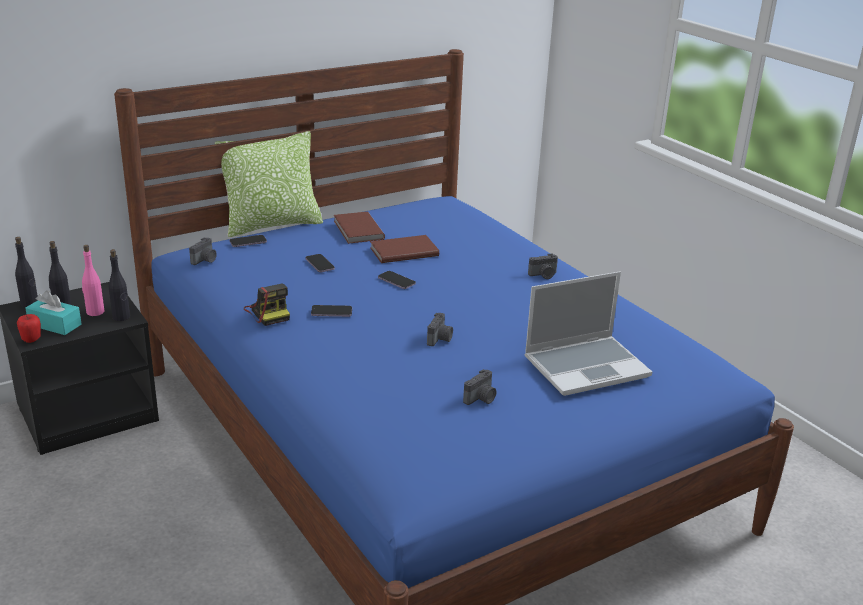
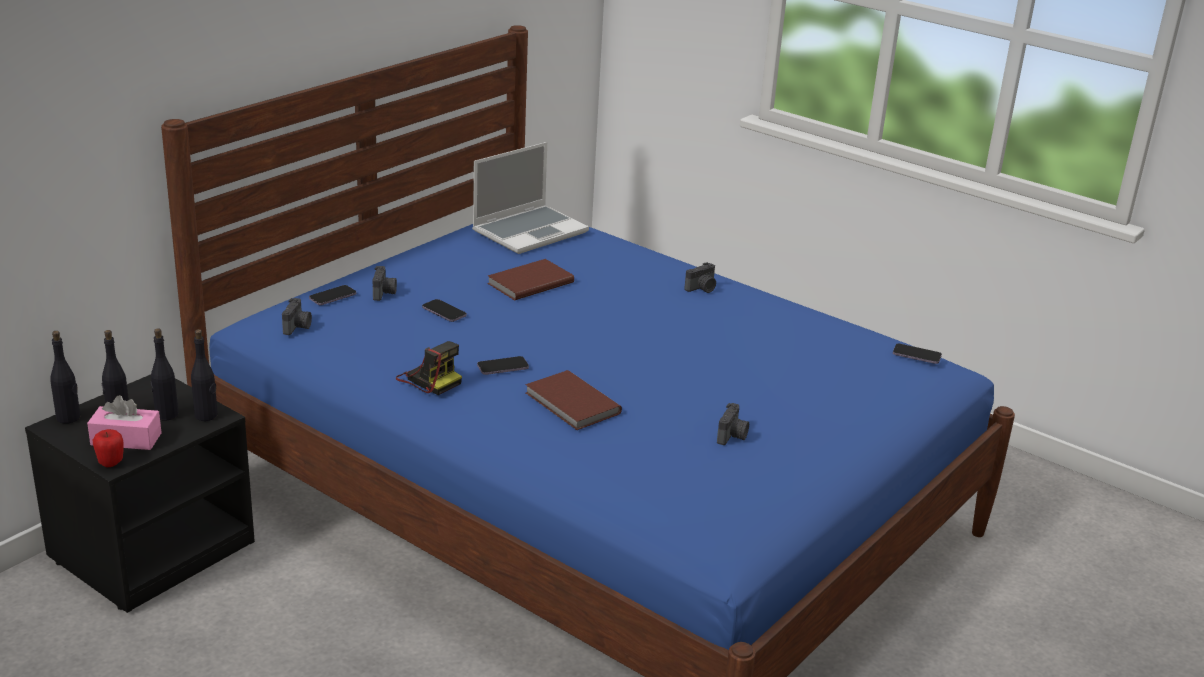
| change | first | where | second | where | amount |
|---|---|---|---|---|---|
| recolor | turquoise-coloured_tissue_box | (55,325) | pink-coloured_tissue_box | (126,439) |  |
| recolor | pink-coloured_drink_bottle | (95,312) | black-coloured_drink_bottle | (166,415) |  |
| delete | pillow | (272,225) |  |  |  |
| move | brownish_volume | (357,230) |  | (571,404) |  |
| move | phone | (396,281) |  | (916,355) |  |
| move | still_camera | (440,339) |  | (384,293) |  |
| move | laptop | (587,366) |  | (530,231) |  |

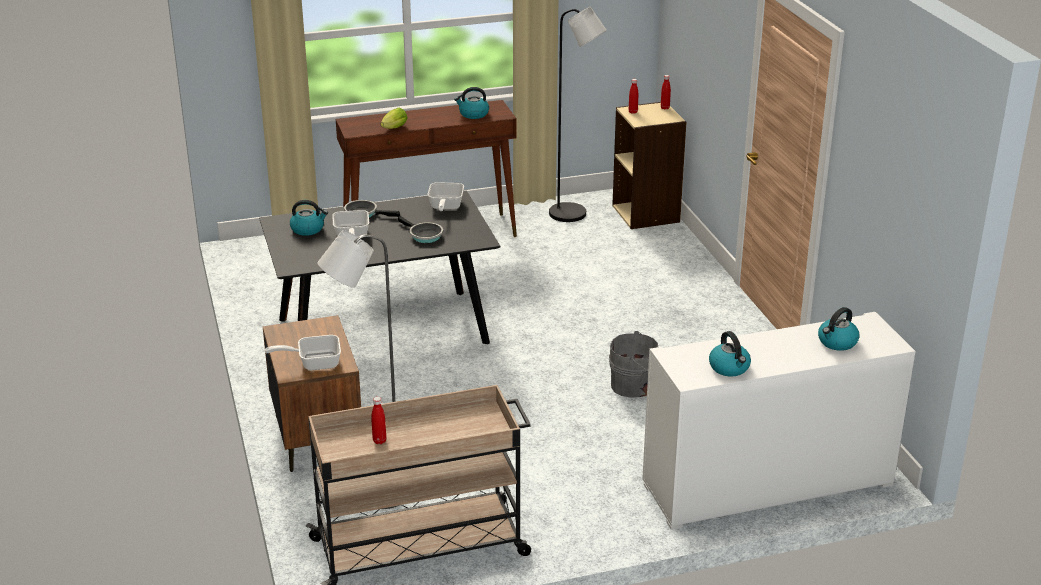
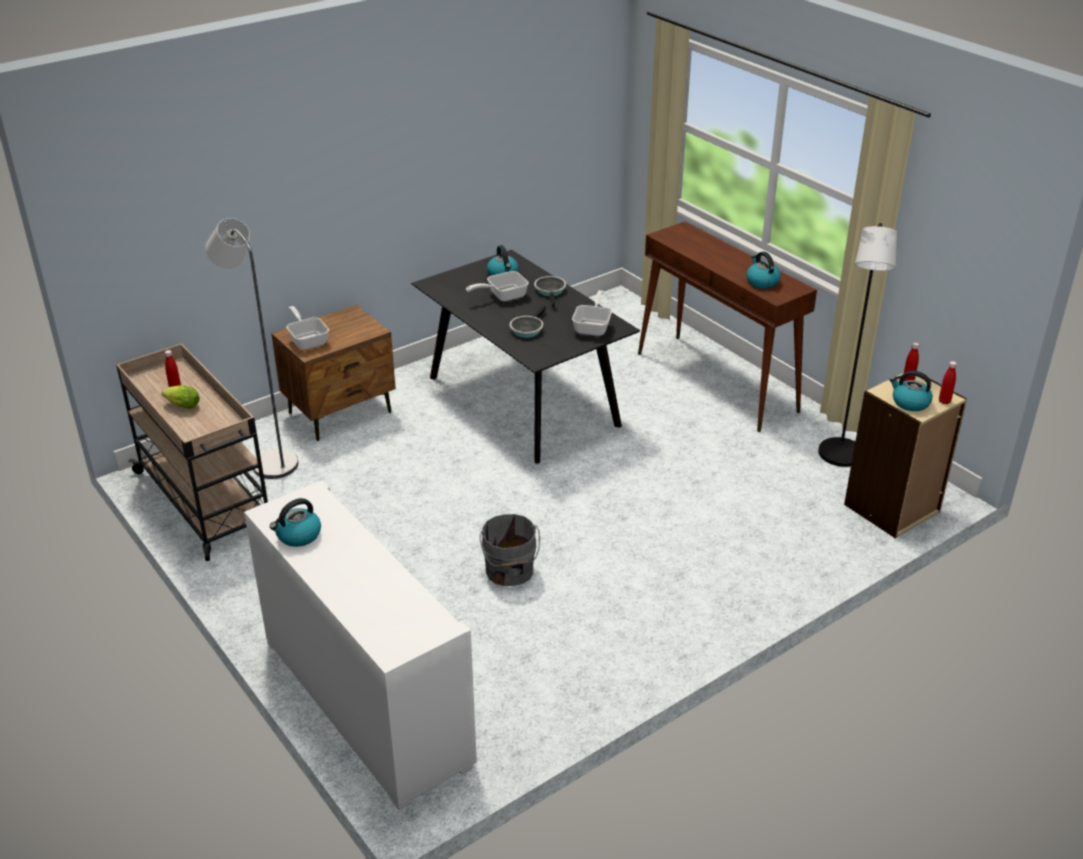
| change | first | where | second | where | amount |
|---|---|---|---|---|---|
| move | head_of_lettuce | (393,129) |  | (181,406) |  |
| rotate | skillet | (445,207) |  | (593,326) | 120 degrees clockwise |
| move | water_kettle | (837,342) |  | (909,403) |  |

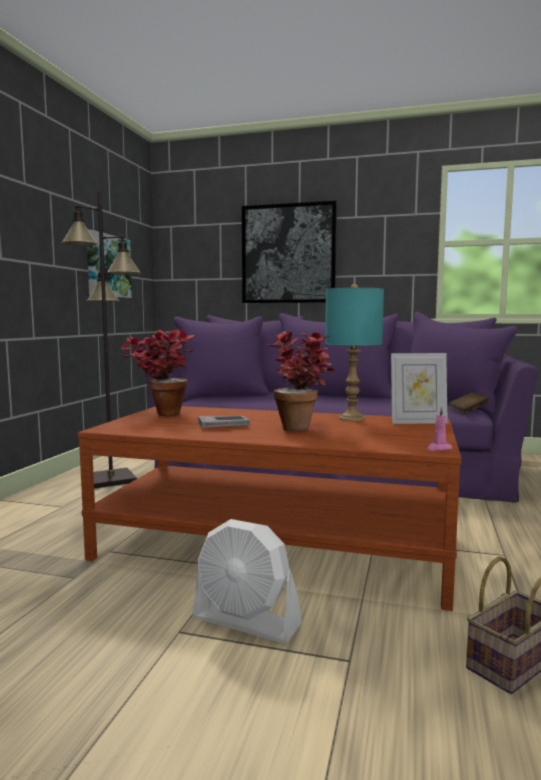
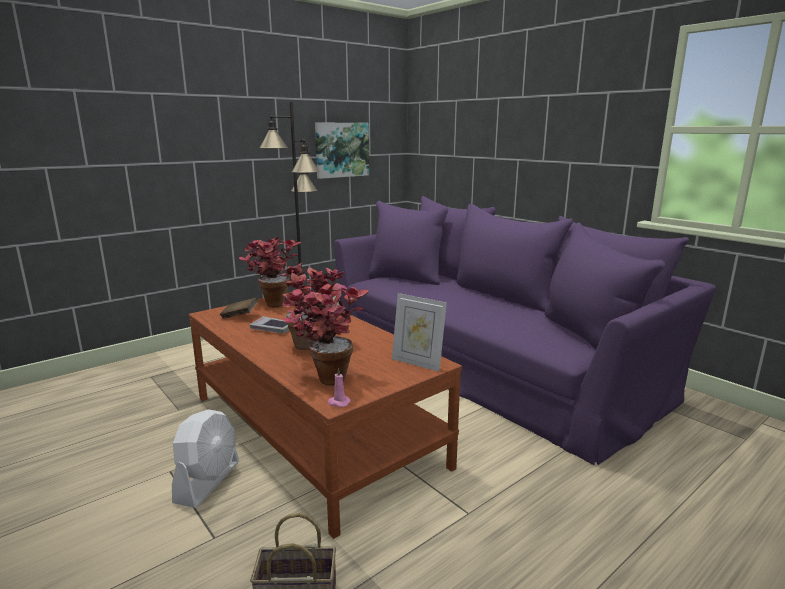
| change | first | where | second | where | amount |
|---|---|---|---|---|---|
| rotate | white_cooling_fan | (246,621) |  | (208,481) | 135 degrees counterclockwise |
| delete | wall_art | (288,254) |  |  |  |
| delete | turquoise-coloured_table_lamp | (352,419) |  |  |  |
| move | brownish_volume | (468,411) |  | (240,316) |  |
| insert |  |  | houseplant | (325,377) |  |

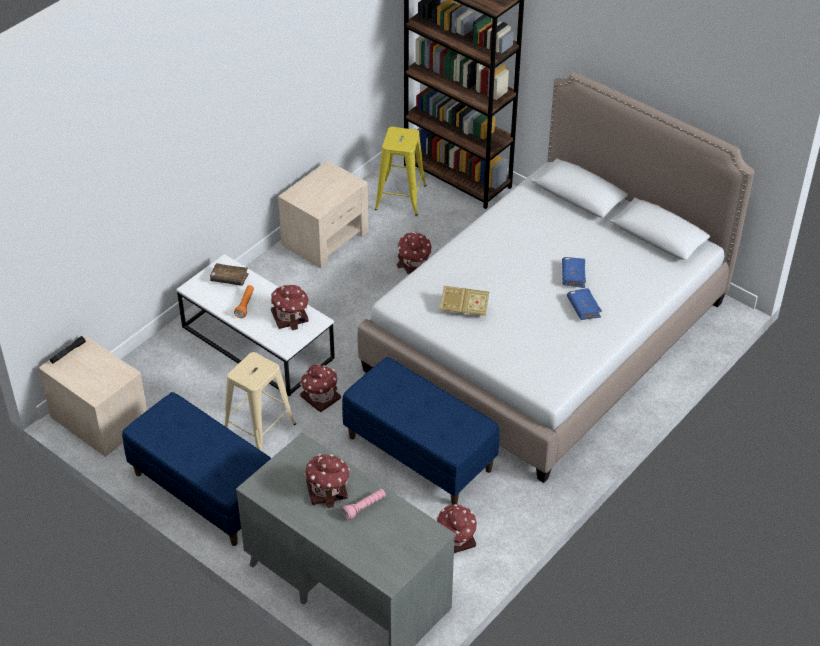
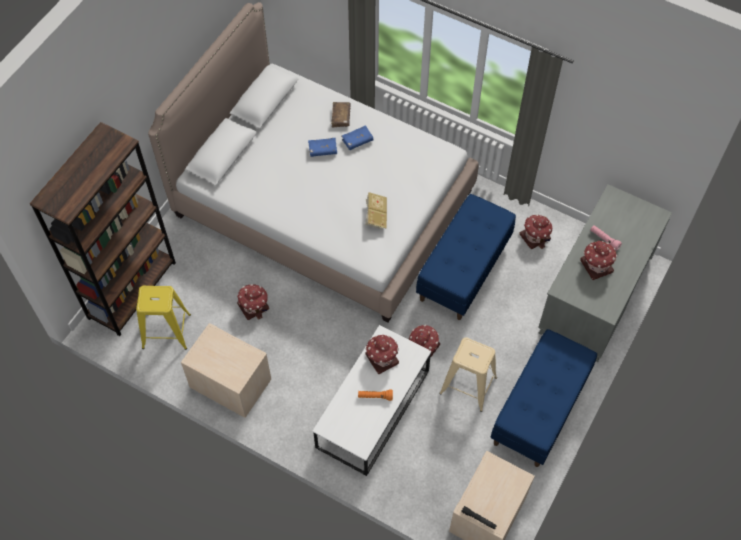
| change | first | where | second | where | amount |
|---|---|---|---|---|---|
| move | brownish_volume | (229,278) |  | (341,117) |  |

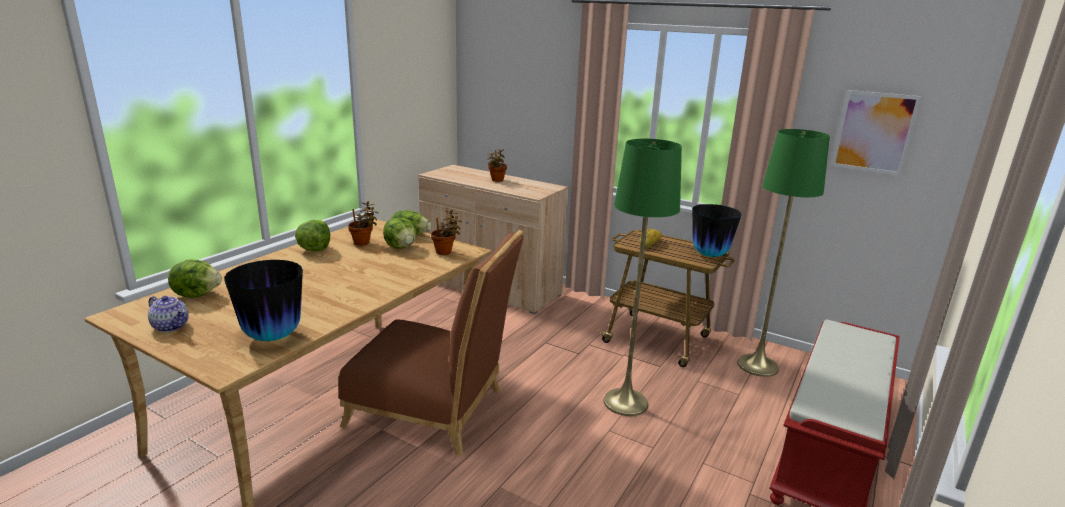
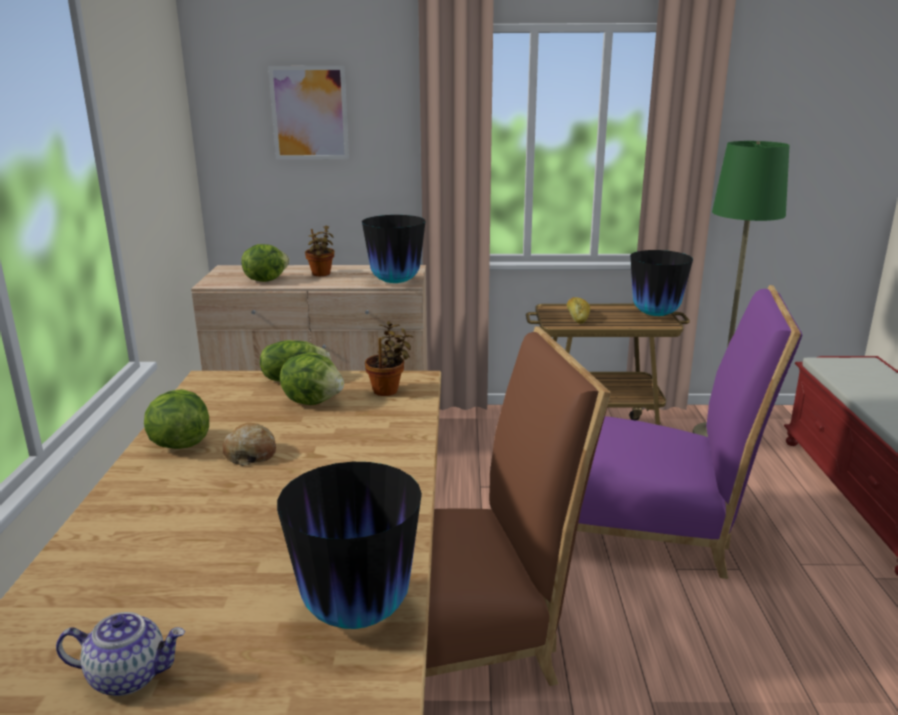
| change | first | where | second | where | amount |
|---|---|---|---|---|---|
| move | head_of_lettuce | (197,294) |  | (265,280) |  |
| delete | houseplant | (363,243) |  |  |  |
| replace | green-coloured_standard_lamp | (625,402) | purple-coloured_upright_chair | (651,527) |  |
| move | wall_art | (874,132) |  | (309,113) |  |
| insert |  |  | baked_bread | (250,453) |  |
| insert |  |  | flower_vase | (395,282) |  |

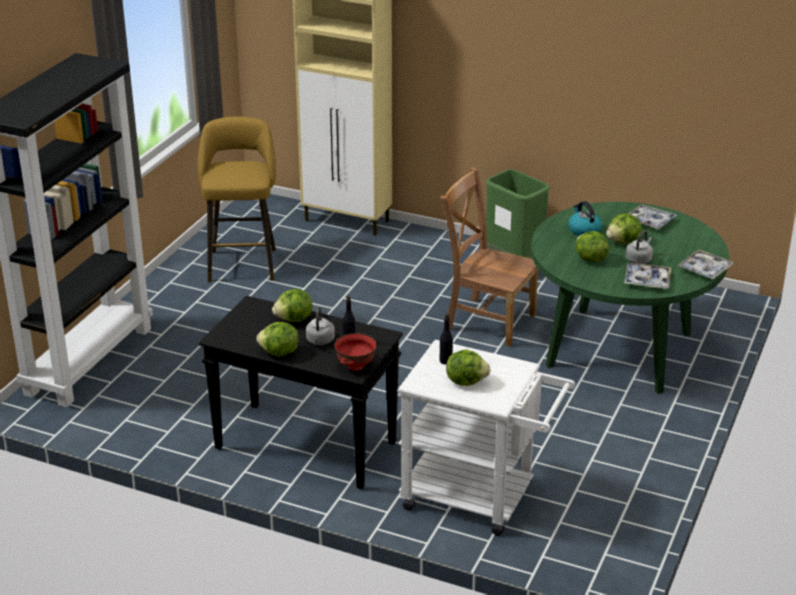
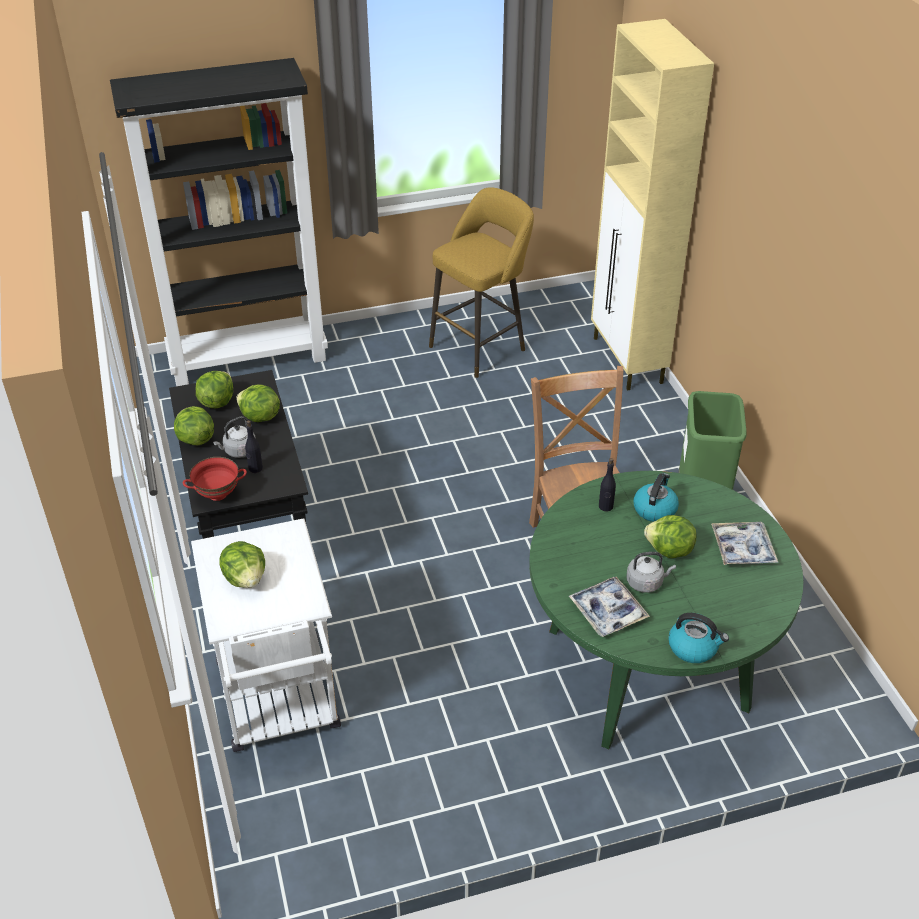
| change | first | where | second | where | amount |
|---|---|---|---|---|---|
| move | black-coloured_drink_bottle | (446,361) |  | (605,506) |  |
| move | head_of_lettuce | (590,259) |  | (216,402) |  |
| replace | tray | (705,269) | water_kettle | (693,647) |  |

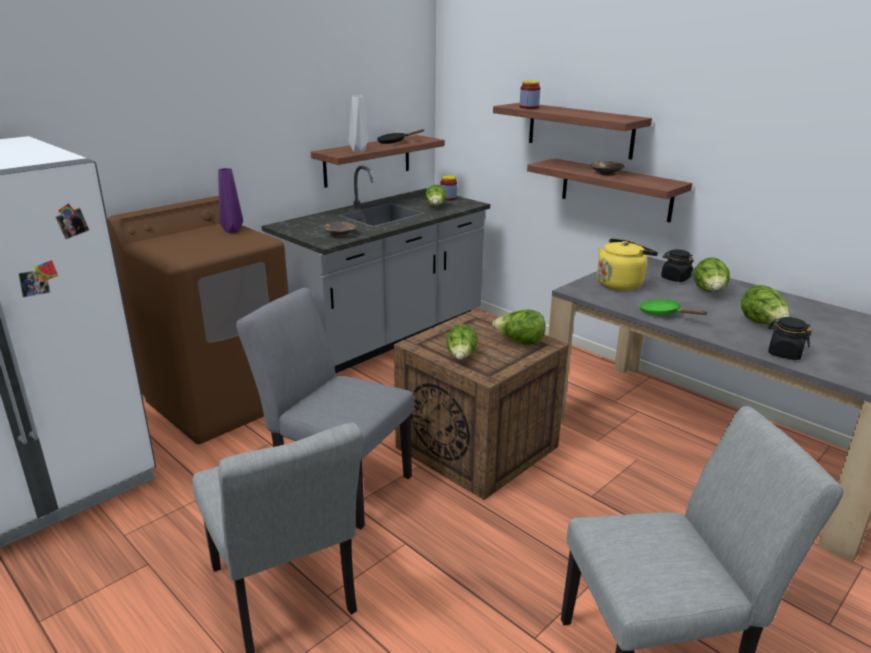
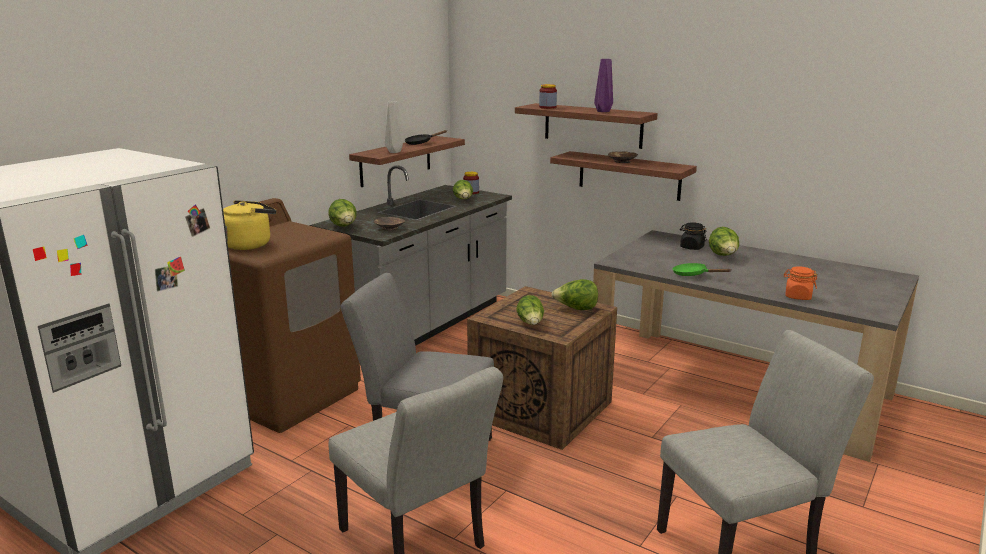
| change | first | where | second | where | amount |
|---|---|---|---|---|---|
| move | purple-coloured_flower_vase | (233,230) |  | (603,111) |  |
| move | yellow-coloured_water_kettle | (621,284) |  | (250,244) |  |
| move | head_of_lettuce | (762,324) |  | (344,227) |  |
| recolor | black-coloured_storage_jar | (784,353) | orange-coloured_storage_jar | (797,296) |  |

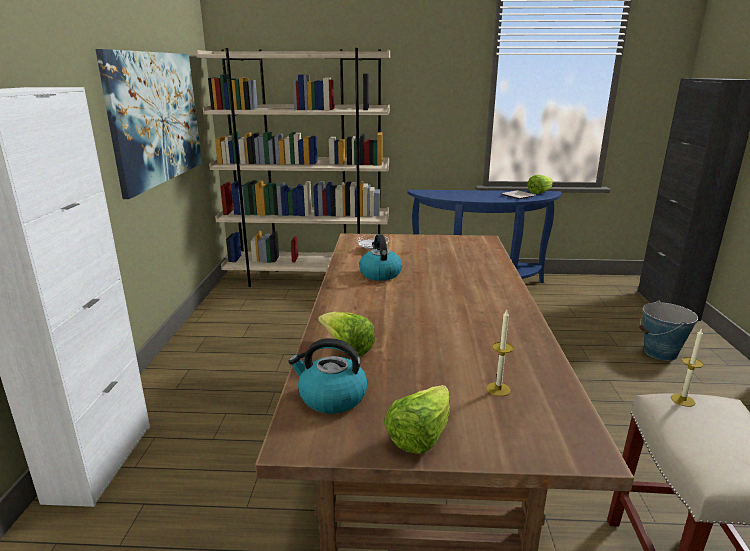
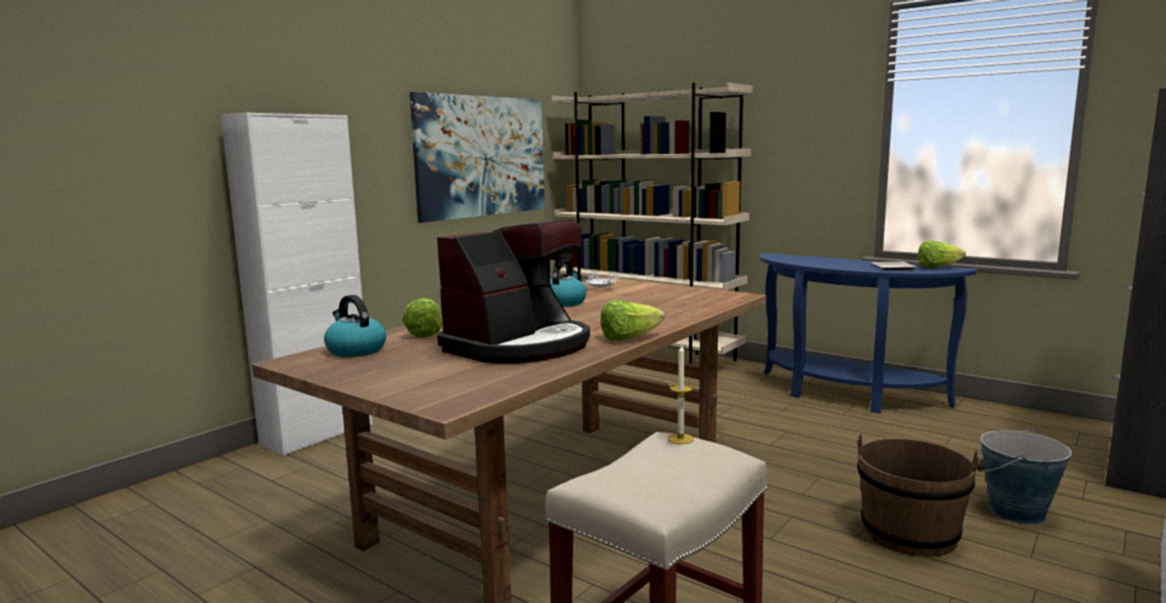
| change | first | where | second | where | amount |
|---|---|---|---|---|---|
| move | head_of_lettuce | (420,436) |  | (629,338) |  |
| delete | candle | (498,389) |  |  |  |
| insert |  |  | coffee_maker | (519,346) |  |
| insert |  |  | brownish_bucket | (909,534) |  |

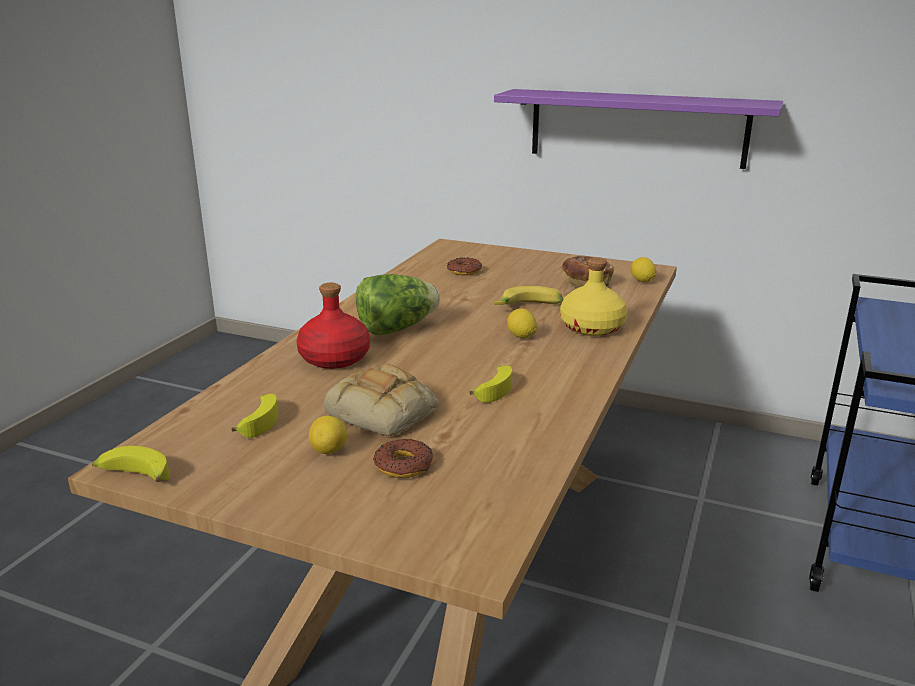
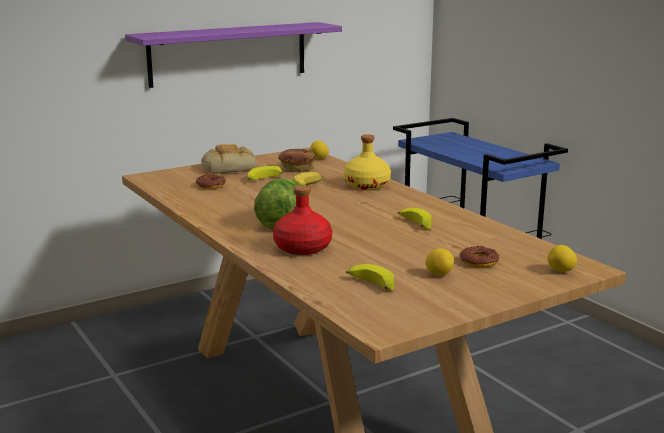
| change | first | where | second | where | amount |
|---|---|---|---|---|---|
| move | banana_fruit | (133,475) |  | (263,179) |  |
| move | baked_bread | (384,412) |  | (229,167) |  |
| move | lemon | (521,337) |  | (561,271) |  |

